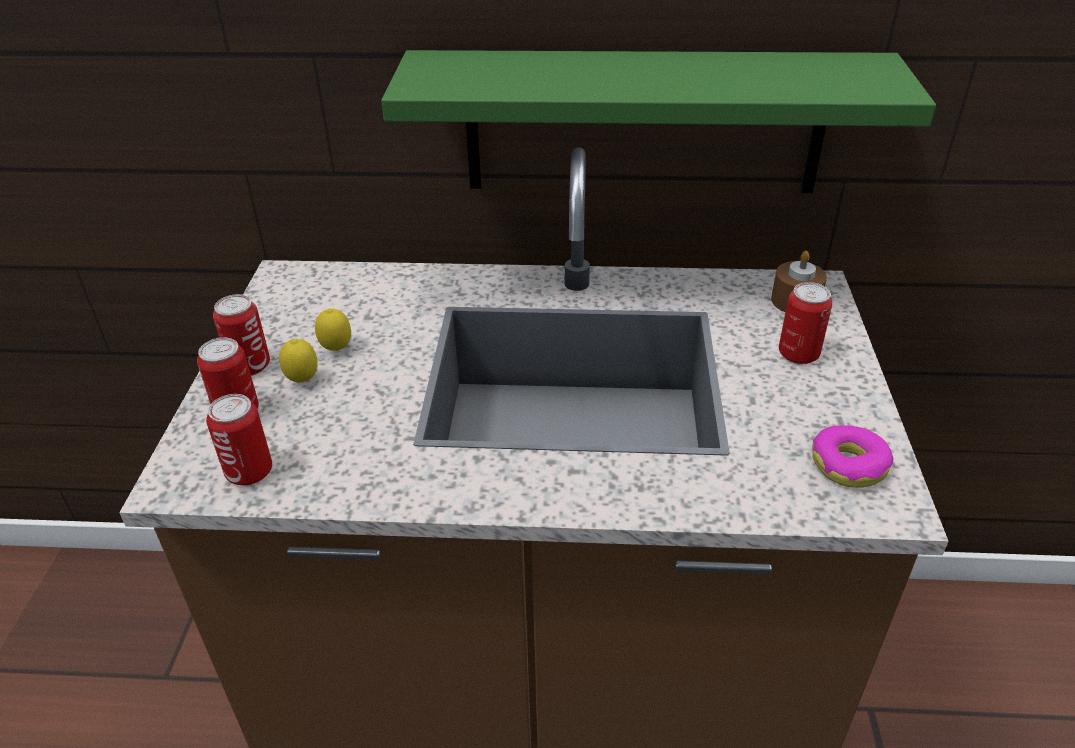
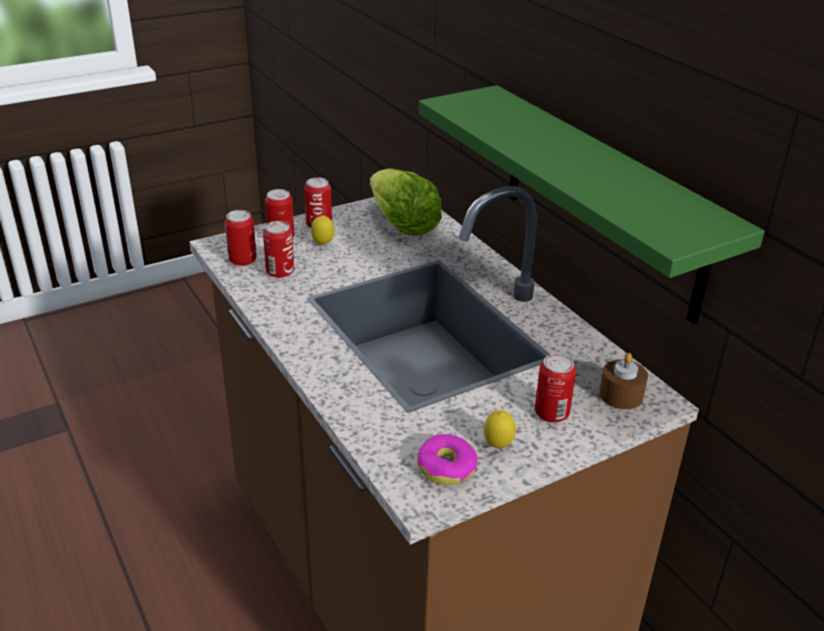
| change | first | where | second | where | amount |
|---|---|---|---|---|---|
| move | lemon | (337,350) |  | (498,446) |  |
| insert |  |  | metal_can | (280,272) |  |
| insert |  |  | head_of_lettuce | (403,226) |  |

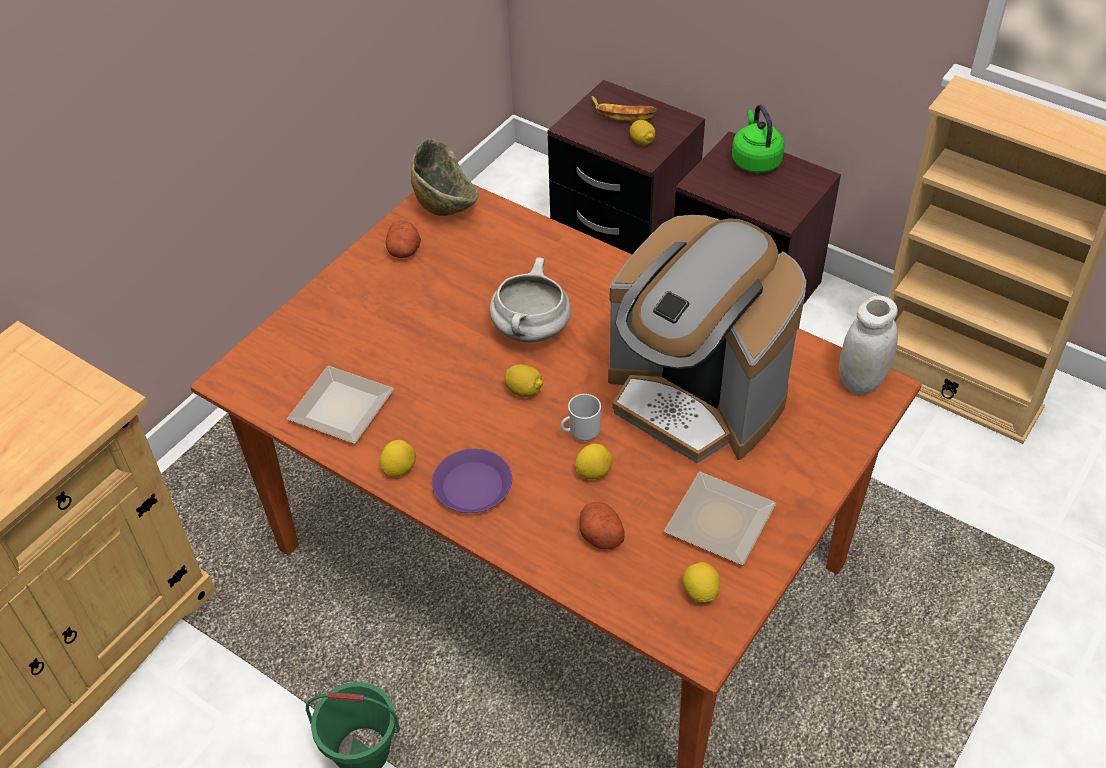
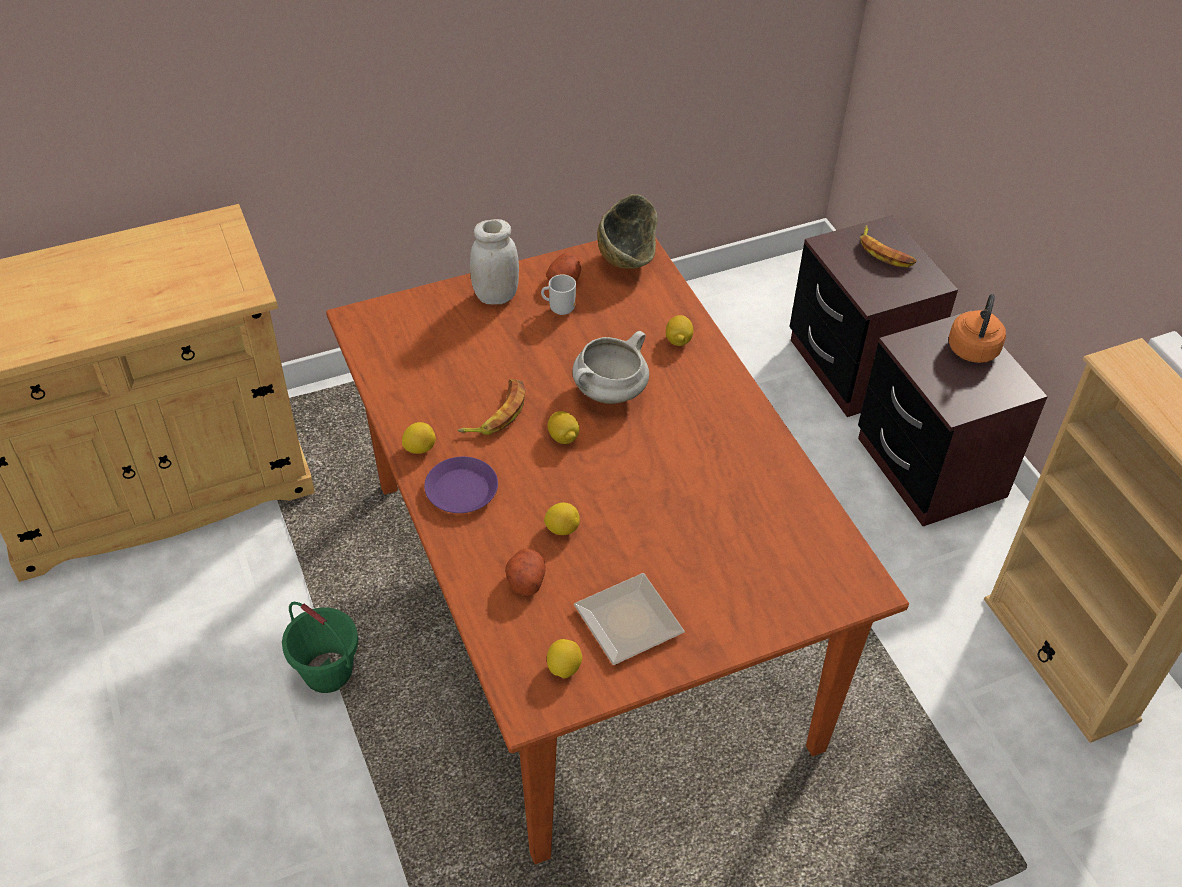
| change | first | where | second | where | amount |
|---|---|---|---|---|---|
| delete | flat_dish | (343,411) |  |  |  |
| move | coffee_mug | (581,433) |  | (560,309) |  |
| delete | coffee_maker | (695,398) |  |  |  |
| move | lemon | (642,141) |  | (678,340) |  |
| recolor | green-coloured_water_kettle | (755,160) | orange-coloured_water_kettle | (973,347) |  |
| move | white_storage_jar | (861,381) |  | (495,296) |  |
| insert |  |  | banana_fruit | (497,413) |  |

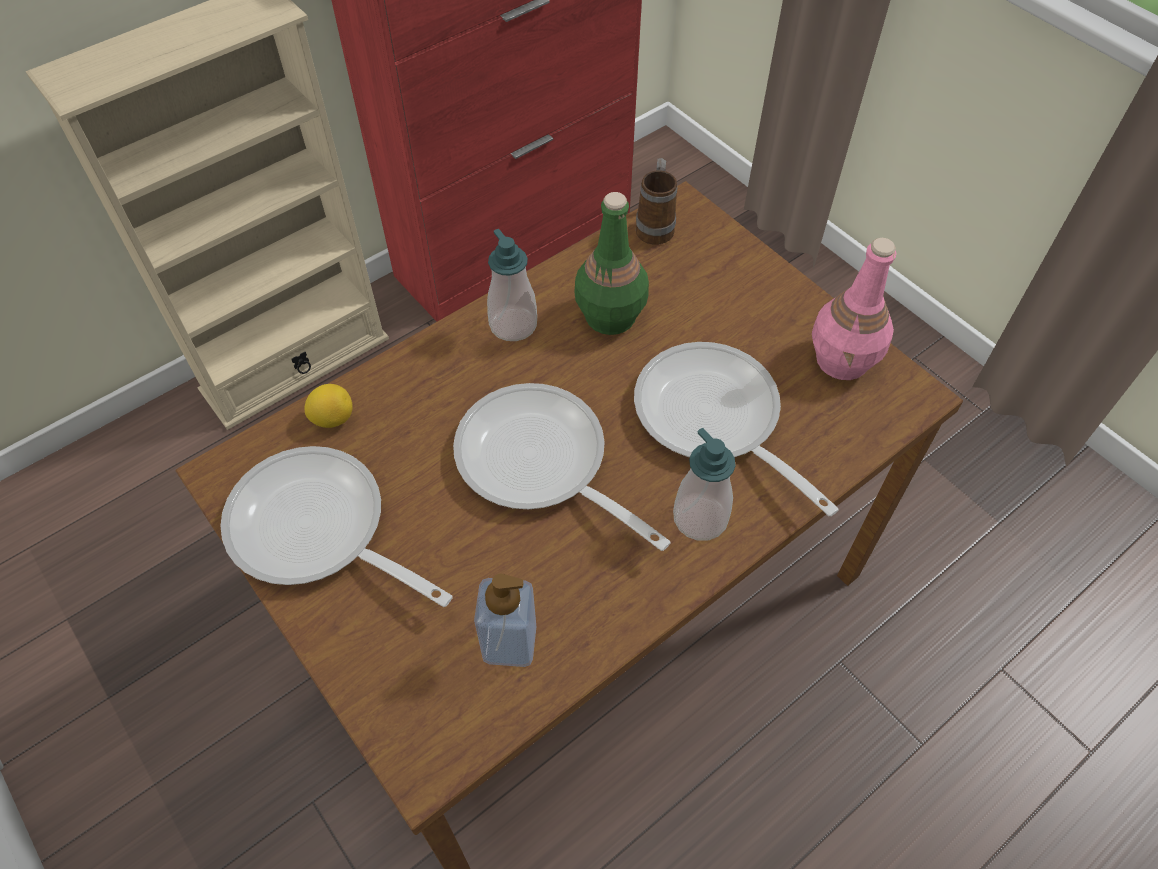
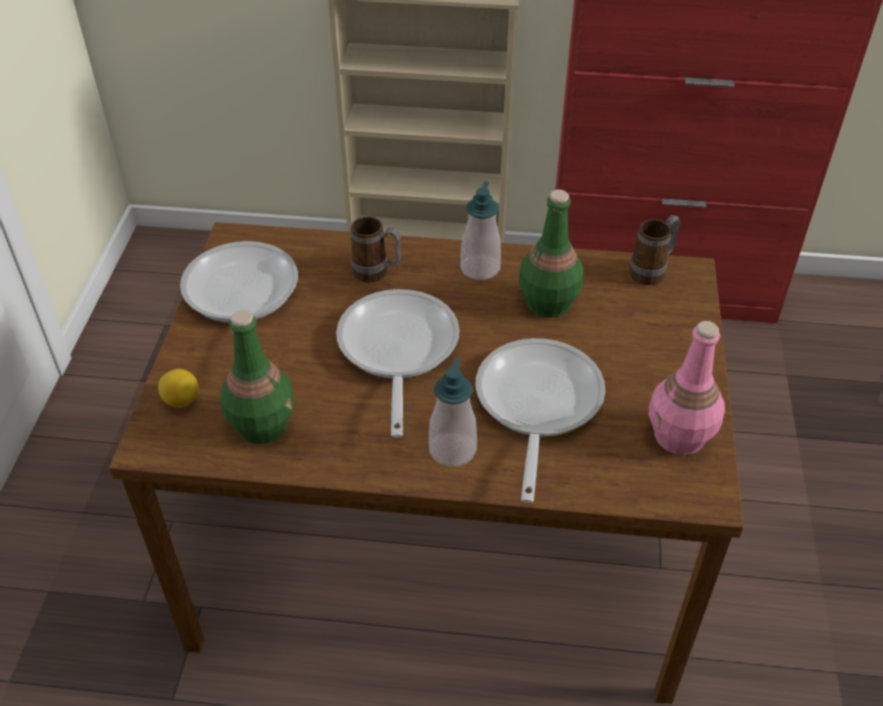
| change | first | where | second | where | amount |
|---|---|---|---|---|---|
| move | lemon | (333,418) |  | (181,400) |  |
| replace | liquid_soap_bottle | (509,642) | green-coloured_drink_bottle | (262,424) |  |
| insert |  |  | coffee_mug | (377,273) |  |

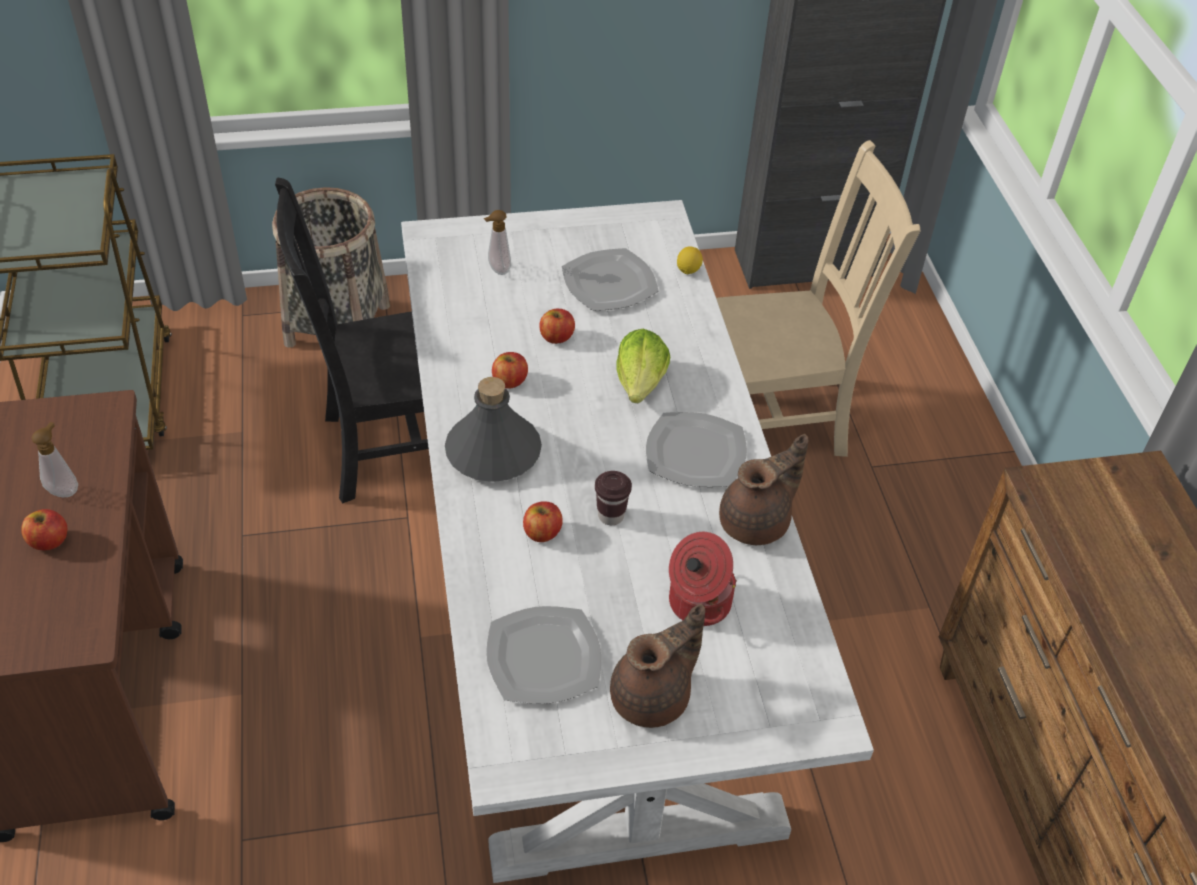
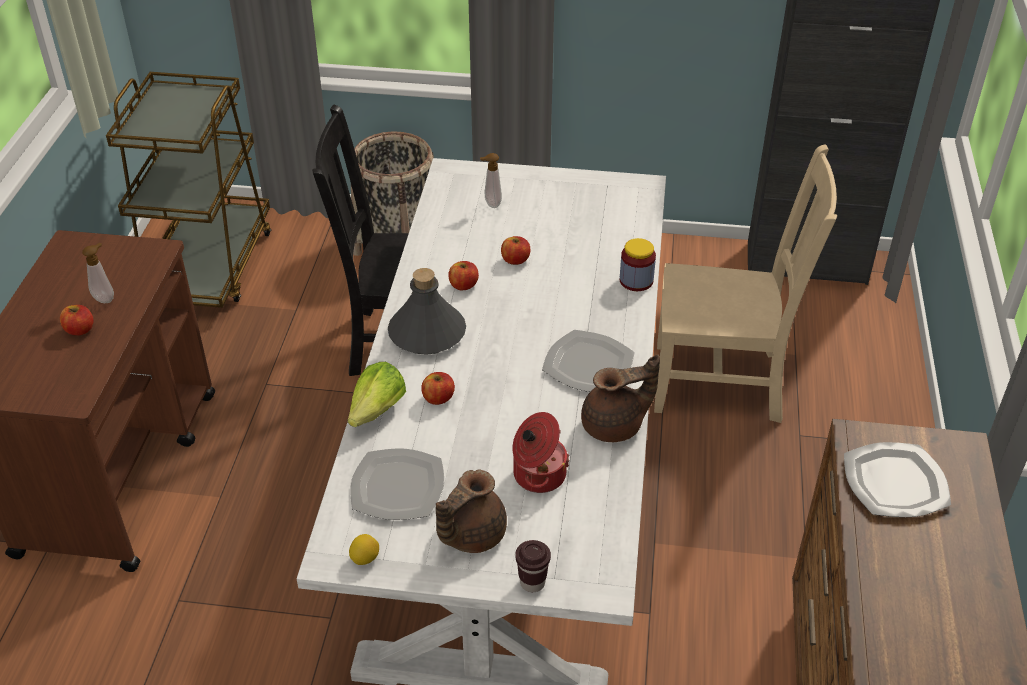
| change | first | where | second | where | amount |
|---|---|---|---|---|---|
| move | flat_dish | (608,283) |  | (893,482) |  |
| move | brownish_cup | (611,516) |  | (532,582) |  |
| rotate | brownish_pot_for_tea | (653,697) |  | (470,534) | 150 degrees clockwise |
| move | head_of_lettuce | (641,383) |  | (377,410) |  |
| move | lemon | (688,270) |  | (365,558) |  |
| insert |  |  | storage_jar | (636,281) |  |

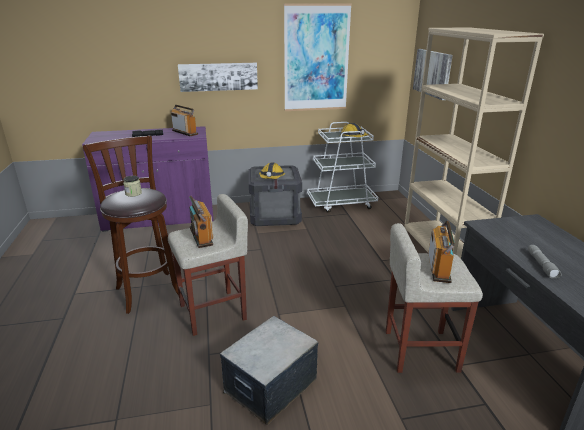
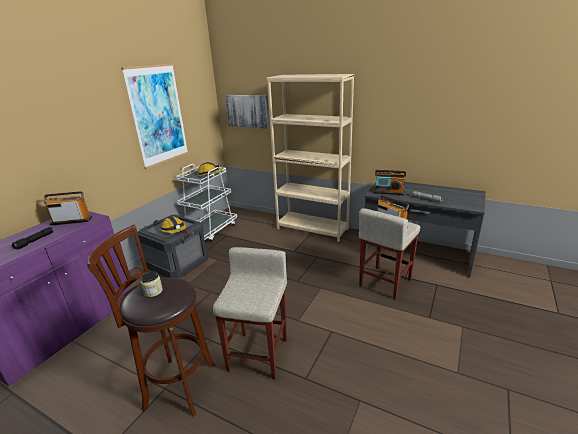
| change | first | where | second | where | amount |
|---|---|---|---|---|---|
| delete | wall_art | (218,76) |  |  |  |
| move | radio_receiver | (201,236) |  | (388,192) |  |
| delete | storage_container | (270,385) |  |  |  |

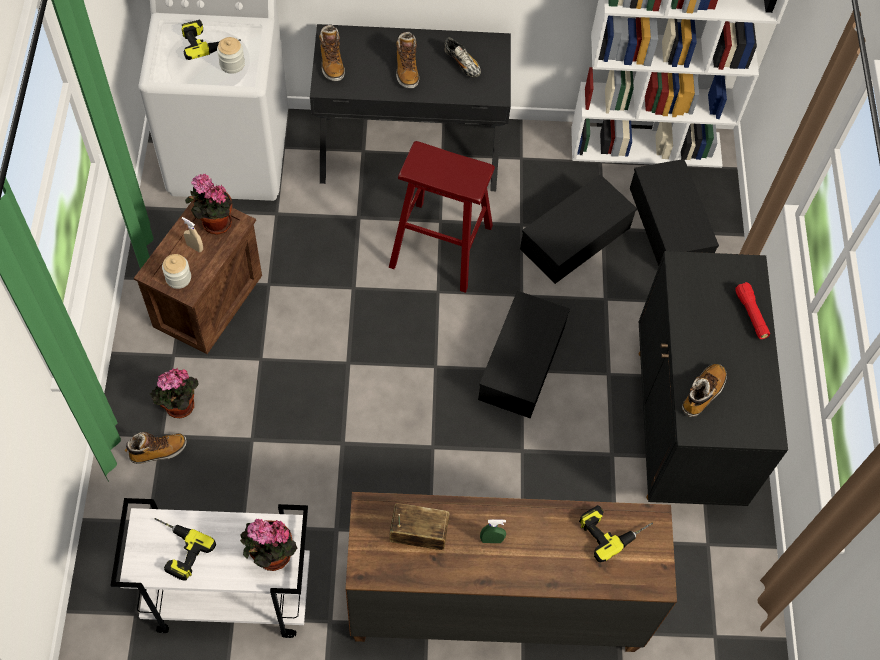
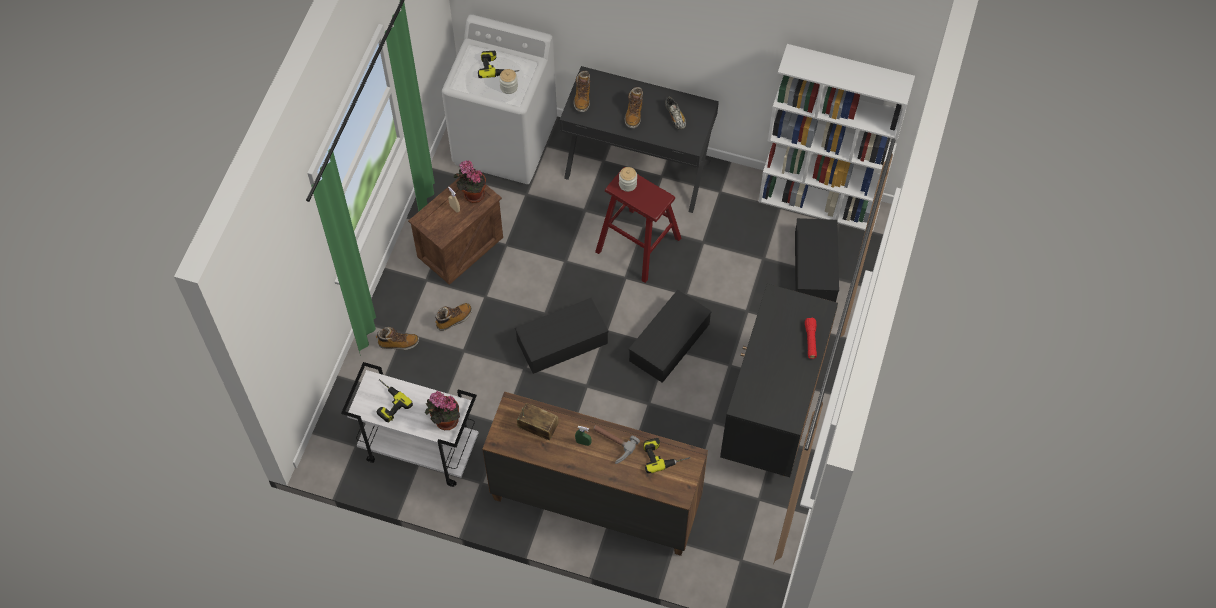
| change | first | where | second | where | amount |
|---|---|---|---|---|---|
| delete | houseplant | (179,408) |  |  |  |
| move | storage_jar | (178,278) |  | (627,184) |  |
| move | black-coloured_storage_container | (575,240) |  | (561,343) |  |
| move | boot | (702,394) |  | (454,319) |  |
| insert |  |  | tool_hammer | (611,445) |  |

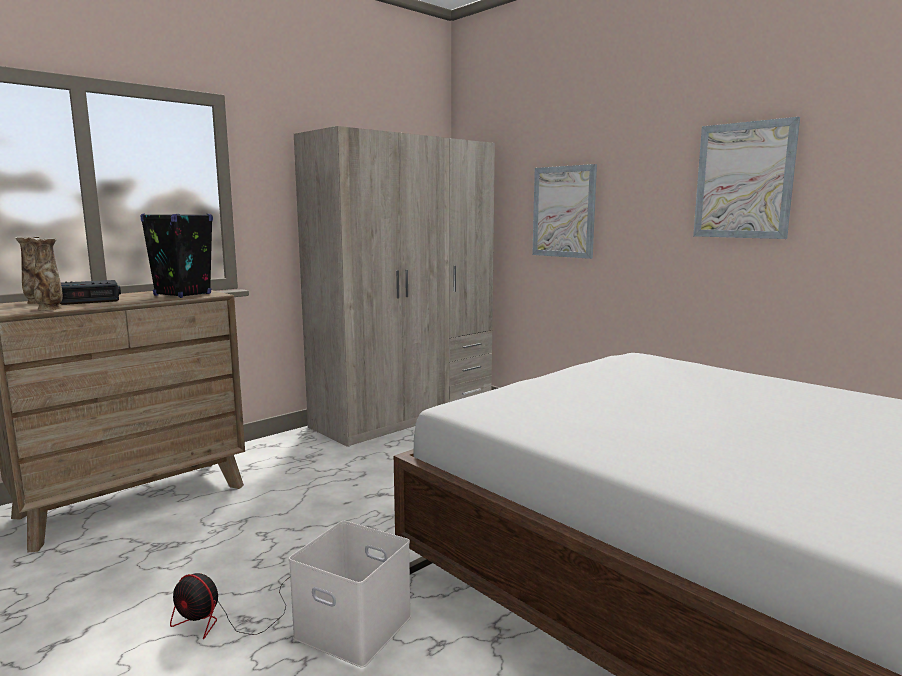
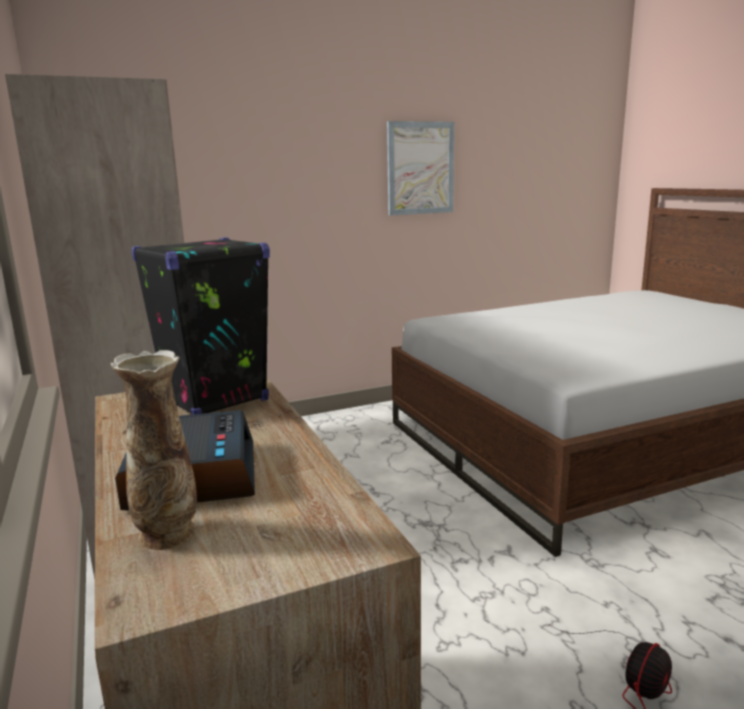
| change | first | where | second | where | amount |
|---|---|---|---|---|---|
| delete | flower_vase | (50,309) |  |  |  |
| delete | white_storage_container | (350,627) |  |  |  |
| delete | wall_art | (563,212) |  |  |  |

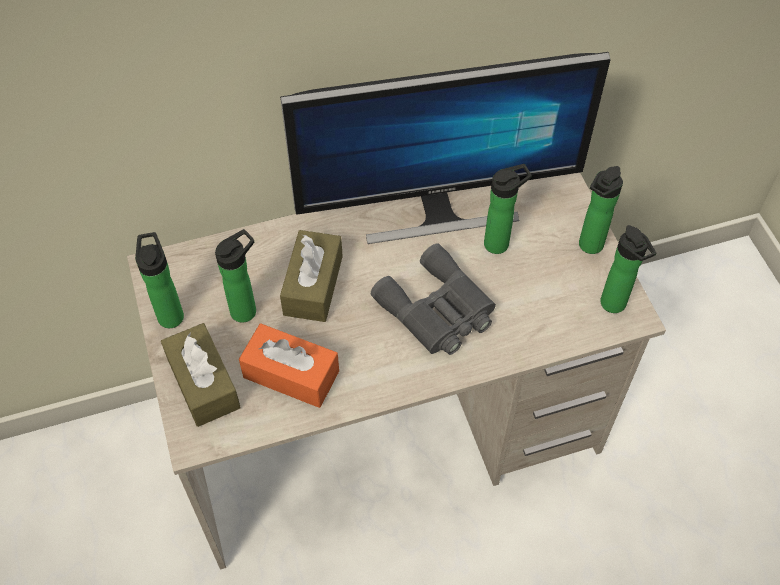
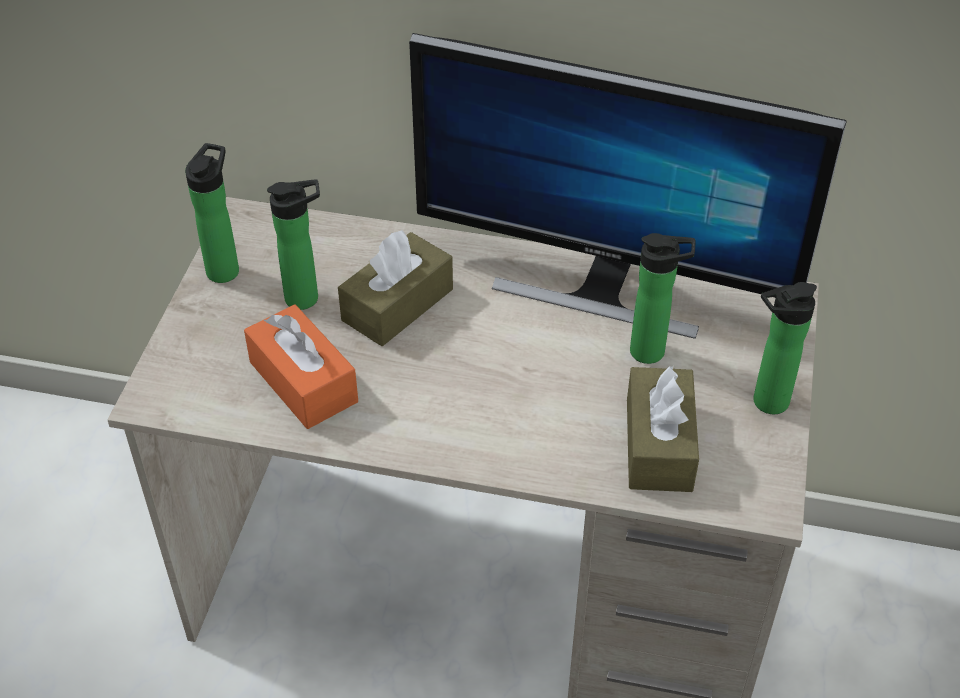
| change | first | where | second | where | amount |
|---|---|---|---|---|---|
| move | brownish_tissue_box | (203,383) |  | (658,445) |  |
| delete | greyish_pair_of_binoculars | (438,311) |  |  |  |
| delete | drink_bottle | (615,306) |  |  |  |

